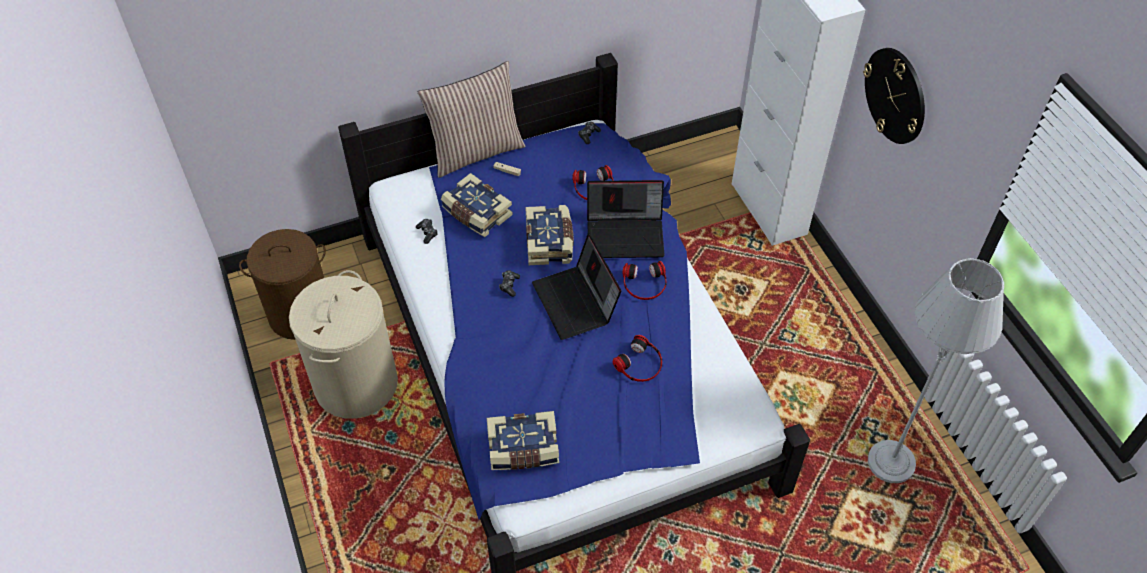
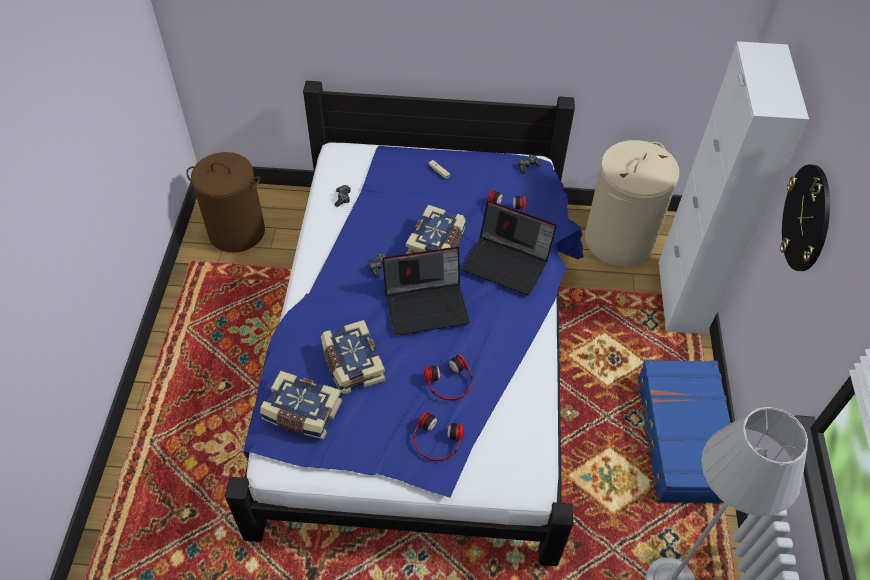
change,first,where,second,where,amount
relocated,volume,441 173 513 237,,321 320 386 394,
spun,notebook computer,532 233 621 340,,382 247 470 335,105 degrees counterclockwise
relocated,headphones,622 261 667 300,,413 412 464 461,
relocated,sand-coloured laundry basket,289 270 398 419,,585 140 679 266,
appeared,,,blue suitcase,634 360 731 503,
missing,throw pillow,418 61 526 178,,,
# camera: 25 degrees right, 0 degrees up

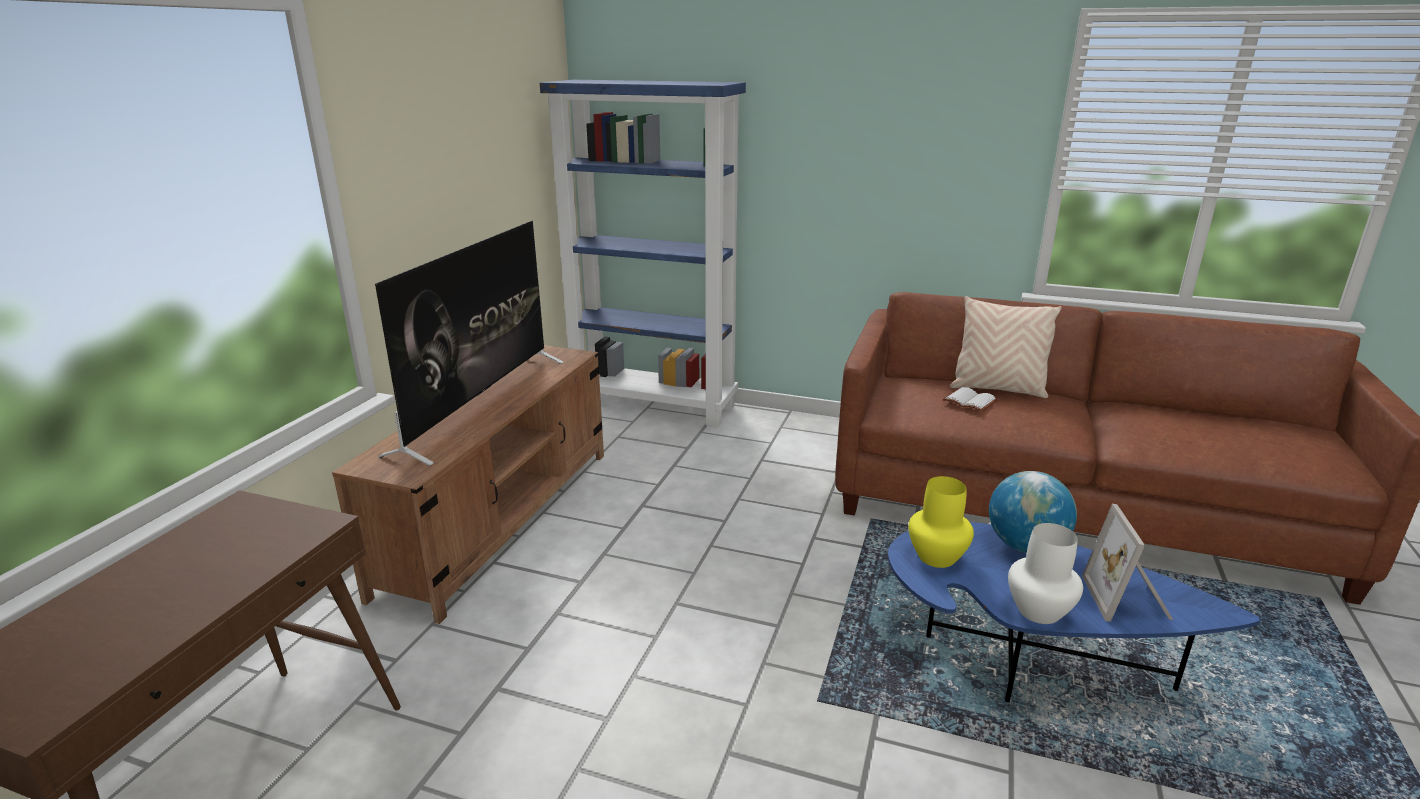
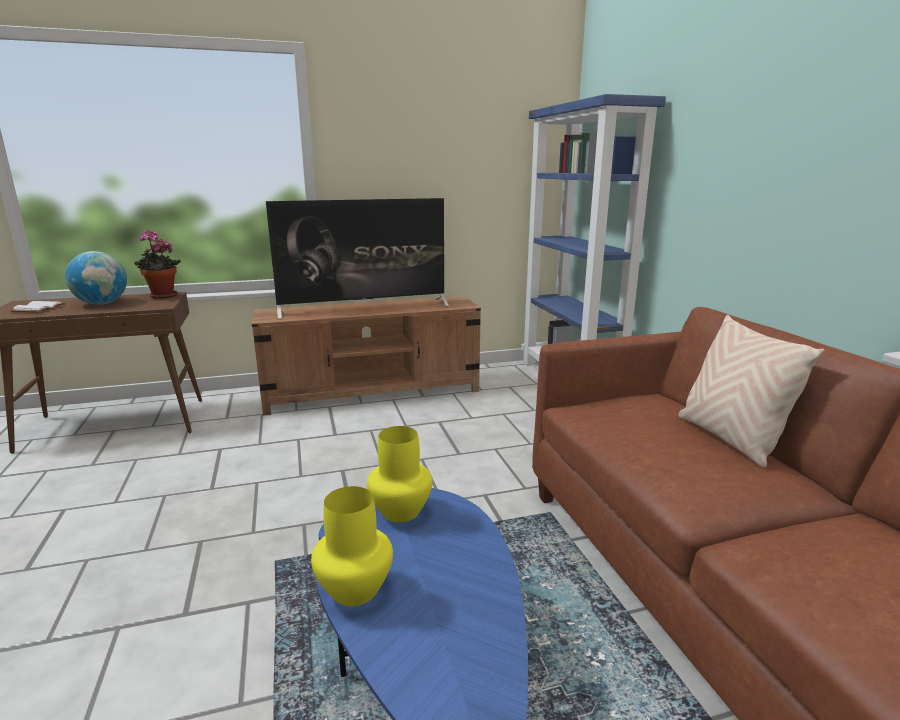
change,first,where,second,where,amount
relocated,white-coloured volume,943 387 998 412,,11 301 65 312,
relocated,desk globe,989 471 1077 553,,65 251 127 305,
appeared,,,plant in a pot,134 230 181 299,
colour,white-coloured flower vase,1008 523 1083 624,yellowish flower vase,311 486 393 606,
missing,picture frame,1082 504 1173 622,,,
# camera: 55 degrees right, 5 degrees down

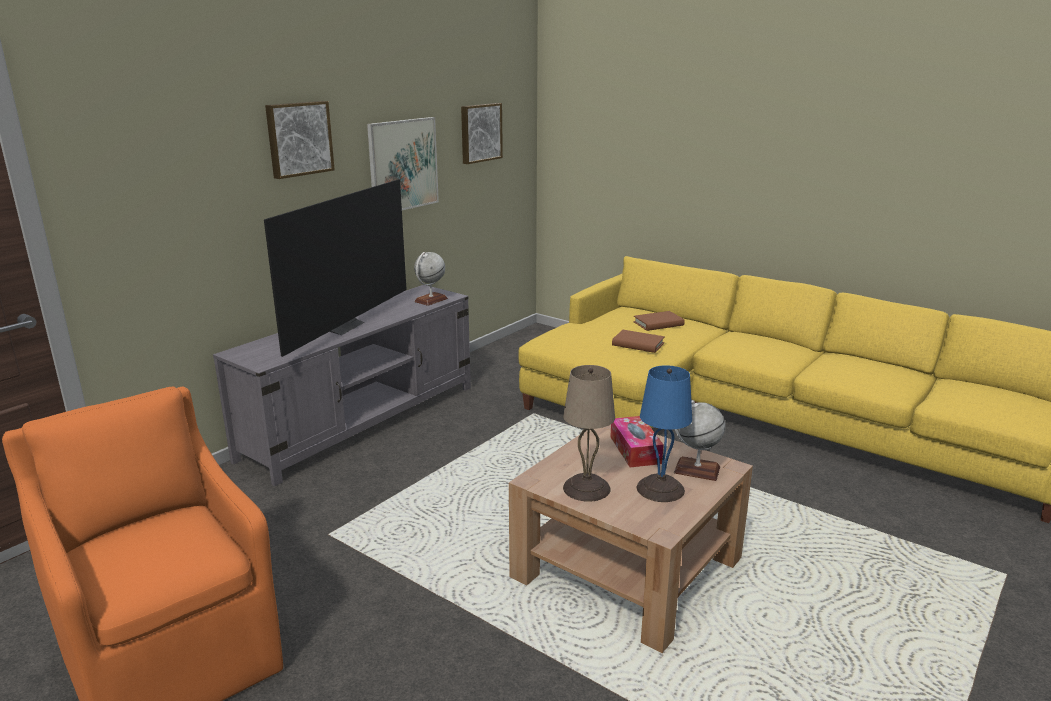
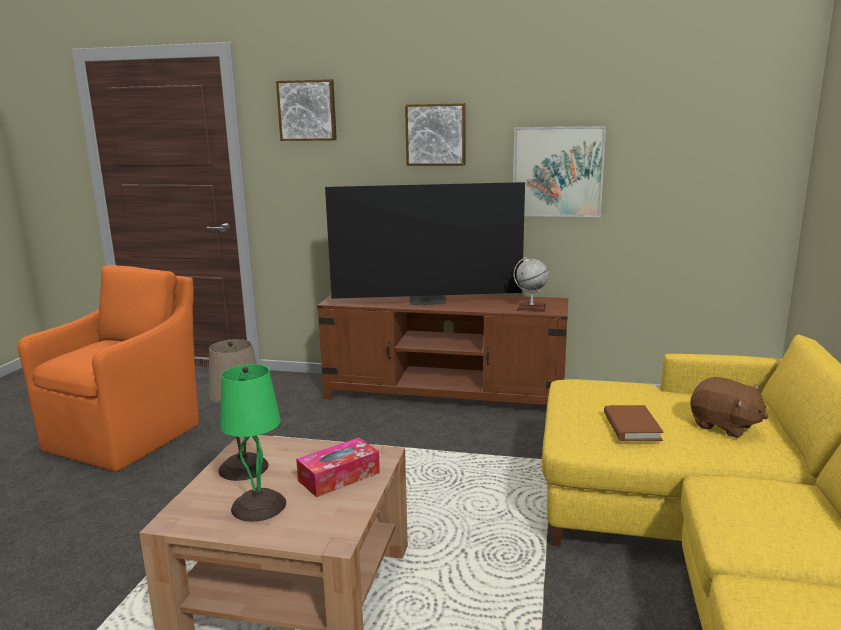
change,first,where,second,where,amount
colour,blue lamp for a table,637 365 692 502,greenish lamp for a table,220 364 286 522,
relocated,picture,461 103 503 164,,276 79 337 141,
colour,greyish tv stand,213 285 471 486,brown-coloured tv stand,317 294 568 405,
exchanged,brown-coloured volume,633 311 685 331,brown-coloured plush toy,690 377 768 438,
missing,desk globe,674 400 725 481,,,
# camera: 65 degrees right, 5 degrees down

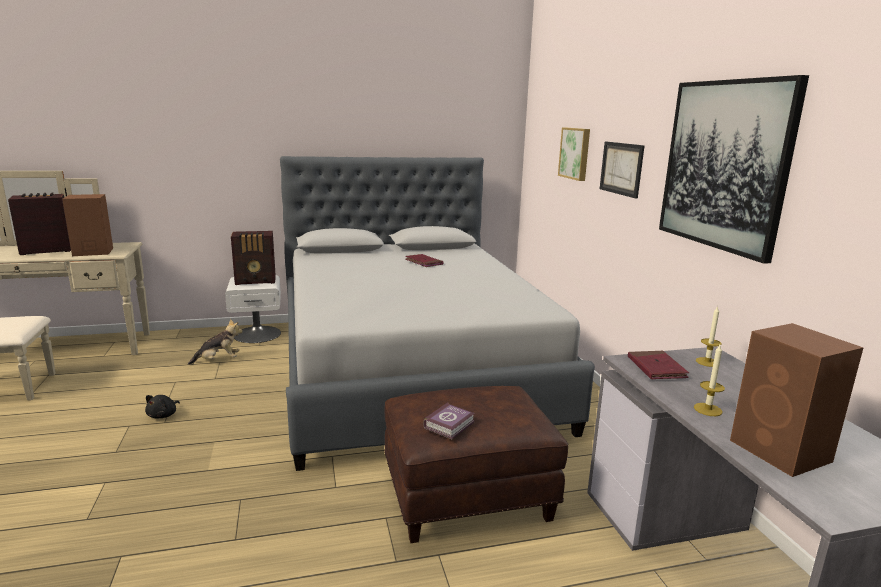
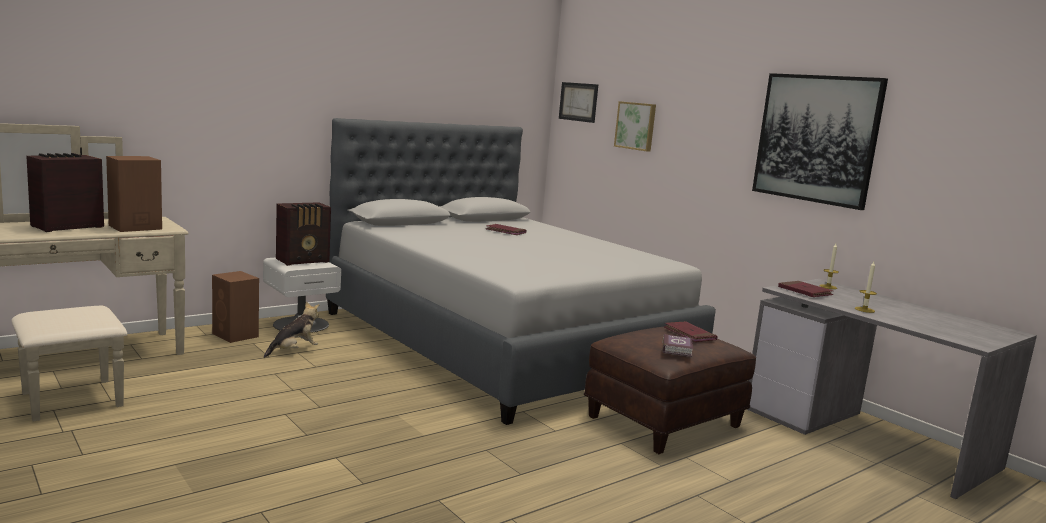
change,first,where,second,where,amount
relocated,brown-coloured audio speaker,730 323 863 477,,212 271 259 343,
relocated,picture,600 141 645 199,,559 82 598 123,
appeared,,,reddish volume,664 321 718 342,
missing,blackish plush toy,145 395 180 418,,,
# camera: 25 degrees left, 5 degrees down

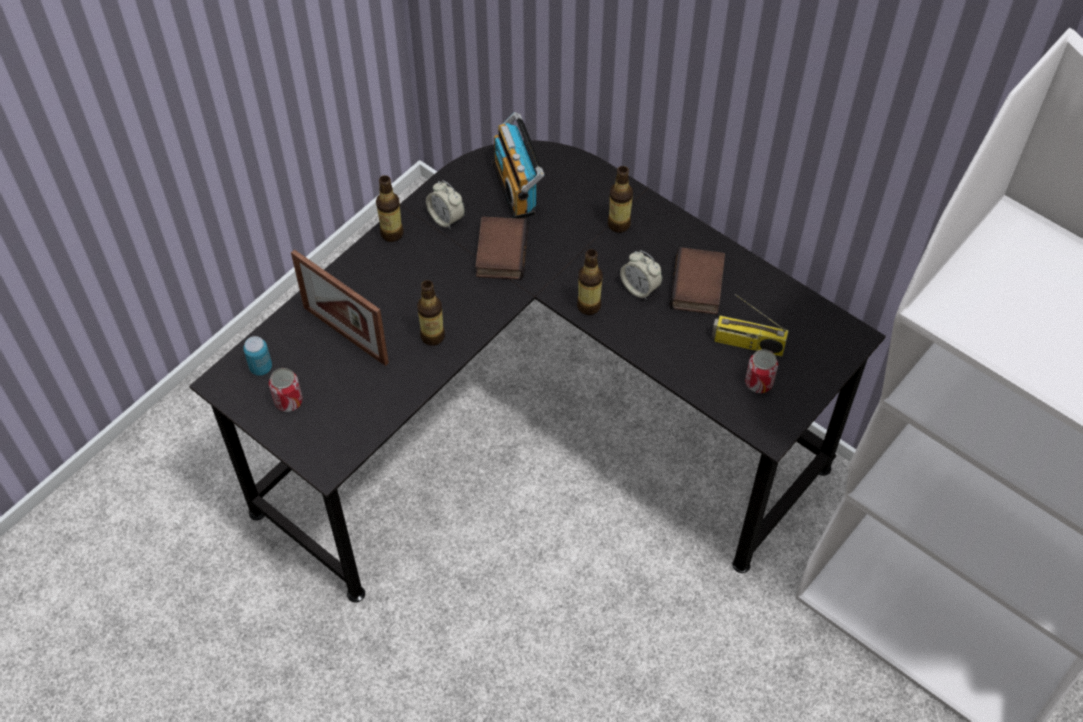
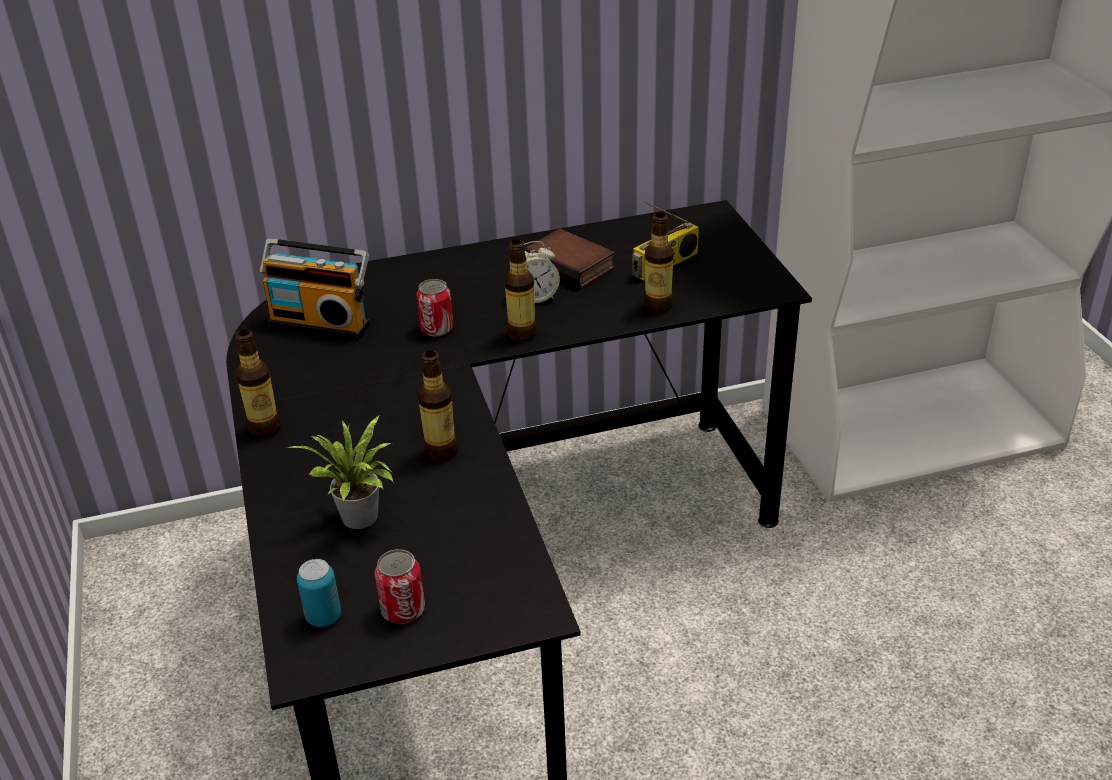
change,first,where,second,where,amount
exchanged,picture frame,291 249 389 366,plant in a pot,287 415 394 529,
relocated,can,745 349 778 393,,416 279 453 336,
relocated,beverage bottle,608 166 633 233,,644 213 674 313,
missing,table clock,426 180 465 230,,,
missing,volume,475 216 529 280,,,
# camera: 55 degrees left, 20 degrees down

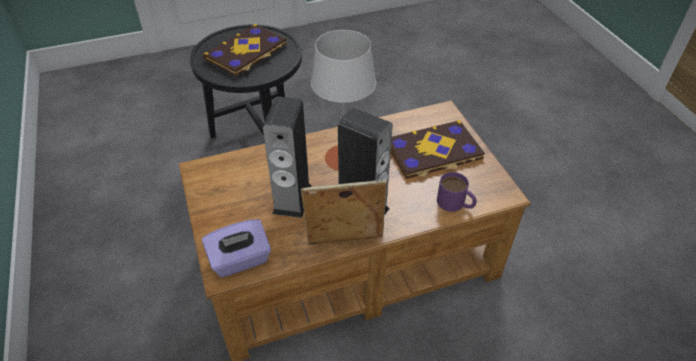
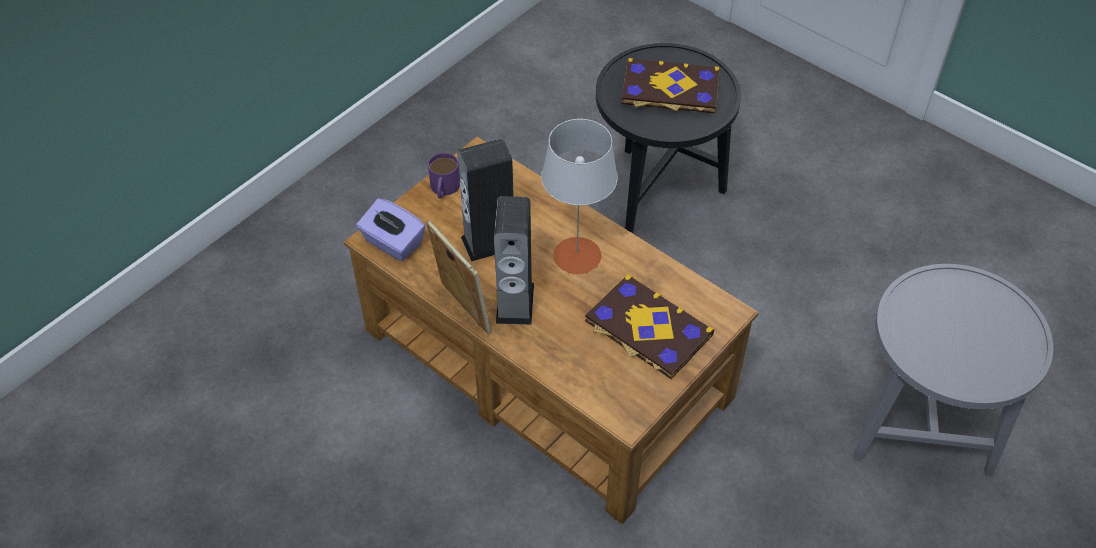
change,first,where,second,where,amount
relocated,purple-coloured tea mug,437 172 477 212,,428 153 460 199,
appeared,,,greyish accent table,853 264 1053 476,
# camera: 60 degrees right, 5 degrees up

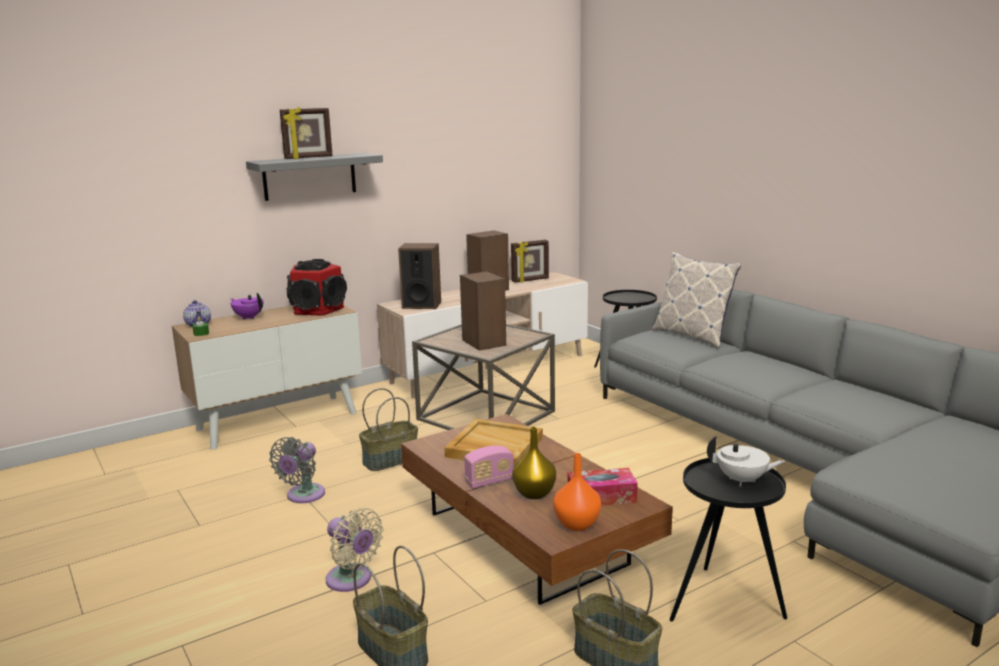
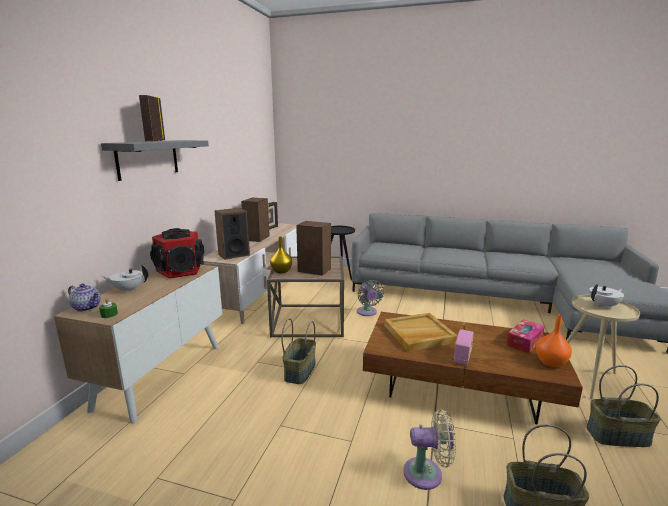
change,first,where,second,where,amount
colour,purple-coloured teapot,231 293 264 320,white-coloured teapot,102 265 148 293,
spun,picture frame,280 107 333 159,,139 95 165 141,150 degrees clockwise
relocated,yellowish flower vase,512 427 556 499,,270 237 292 274,
relocated,greyish fan,269 437 325 503,,357 280 384 316,
colour,blackish accent table,670 458 787 621,sand-coloured accent table,566 295 640 400,
missing,throw pillow,652 252 741 348,,,
# camera: 40 degrees left, 0 degrees up

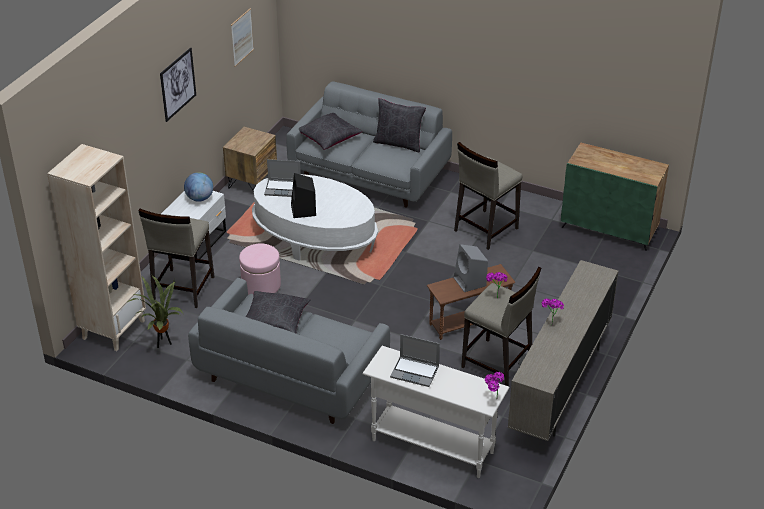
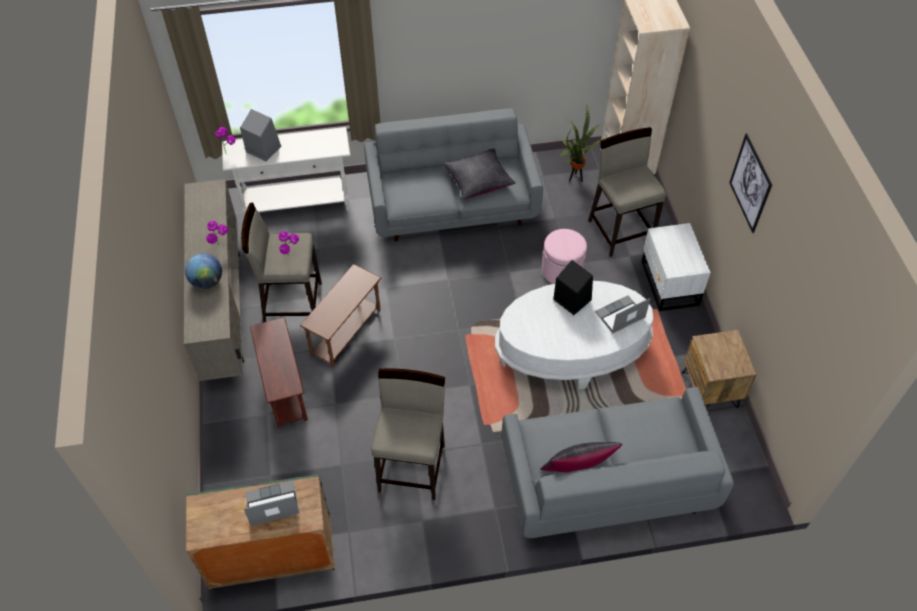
change,first,where,second,where,amount
relocated,desk globe,184 172 213 202,,185 253 222 289,
relocated,greyish audio speaker,453 244 488 292,,240 109 281 161,
relocated,notebook computer,390 334 440 387,,244 480 299 526,
appeared,,,brown-coloured accent table,250 318 308 428,
missing,picture,231 8 254 67,,,
missing,blackish throw pillow,299 113 363 150,,,
# camera: 145 degrees right, 15 degrees up

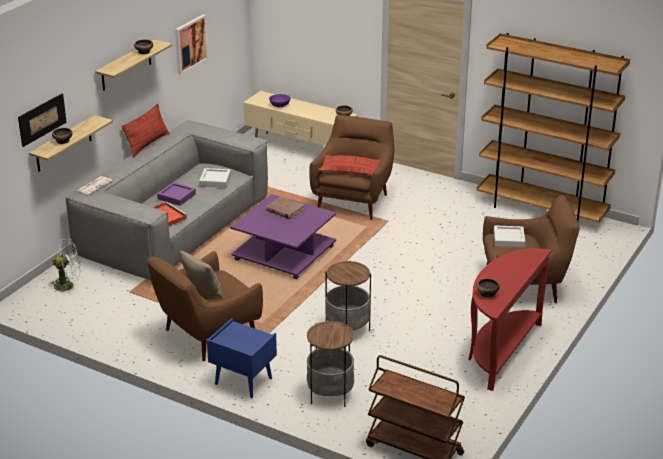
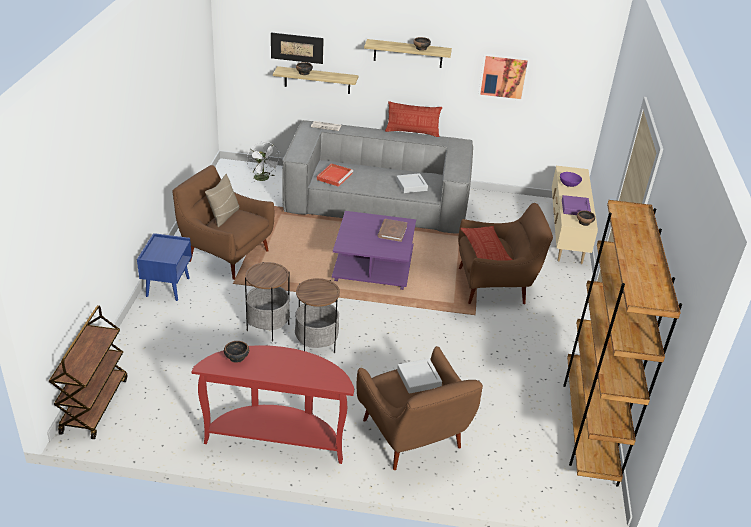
change,first,where,second,where,amount
relocated,accent table,307 321 354 407,,295 278 340 353,
relocated,purple-coloured carrying tray,157 182 196 206,,562 195 591 215,
# camera: 65 degrees right, 5 degrees up

